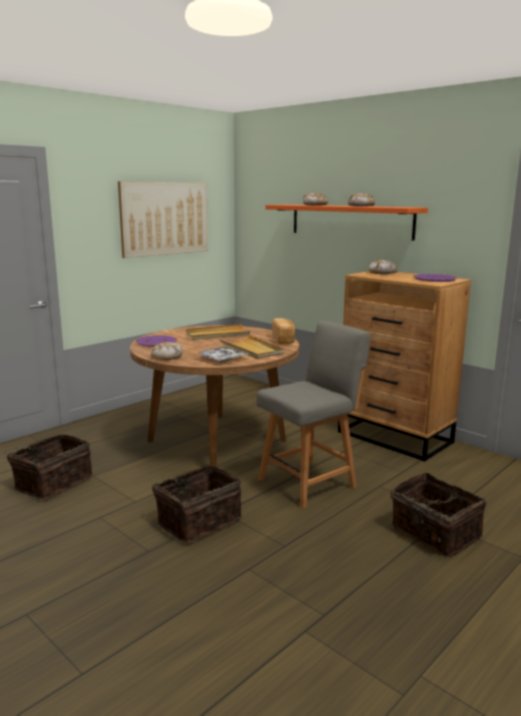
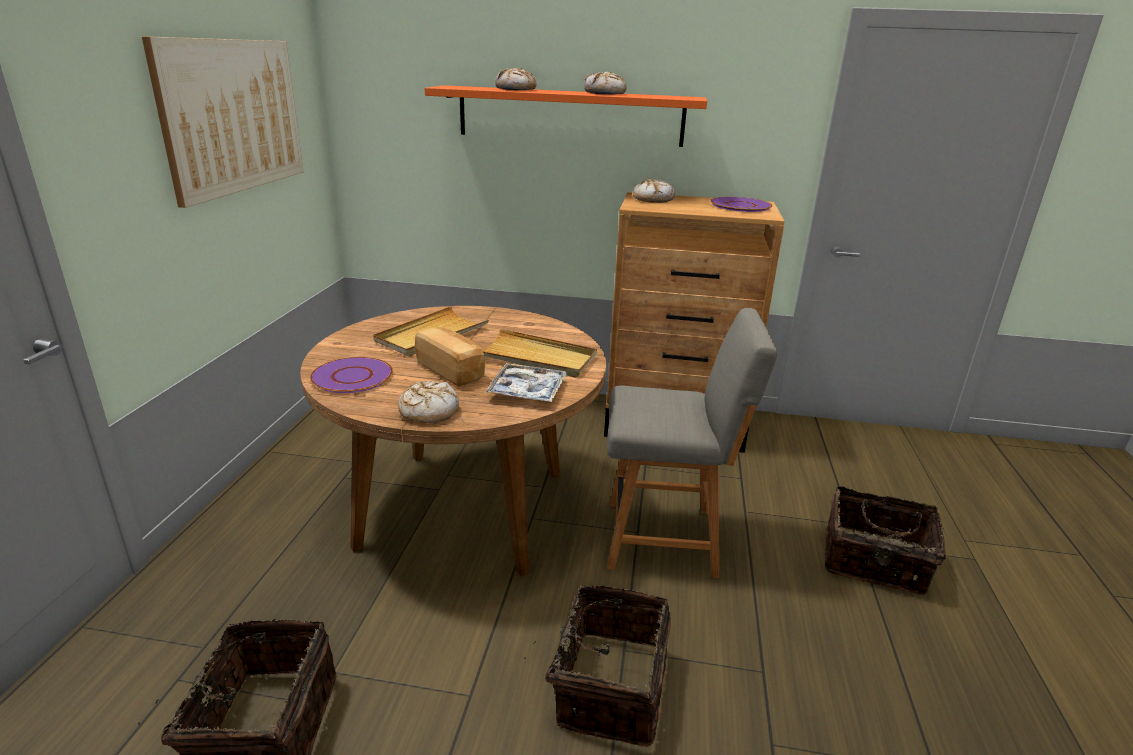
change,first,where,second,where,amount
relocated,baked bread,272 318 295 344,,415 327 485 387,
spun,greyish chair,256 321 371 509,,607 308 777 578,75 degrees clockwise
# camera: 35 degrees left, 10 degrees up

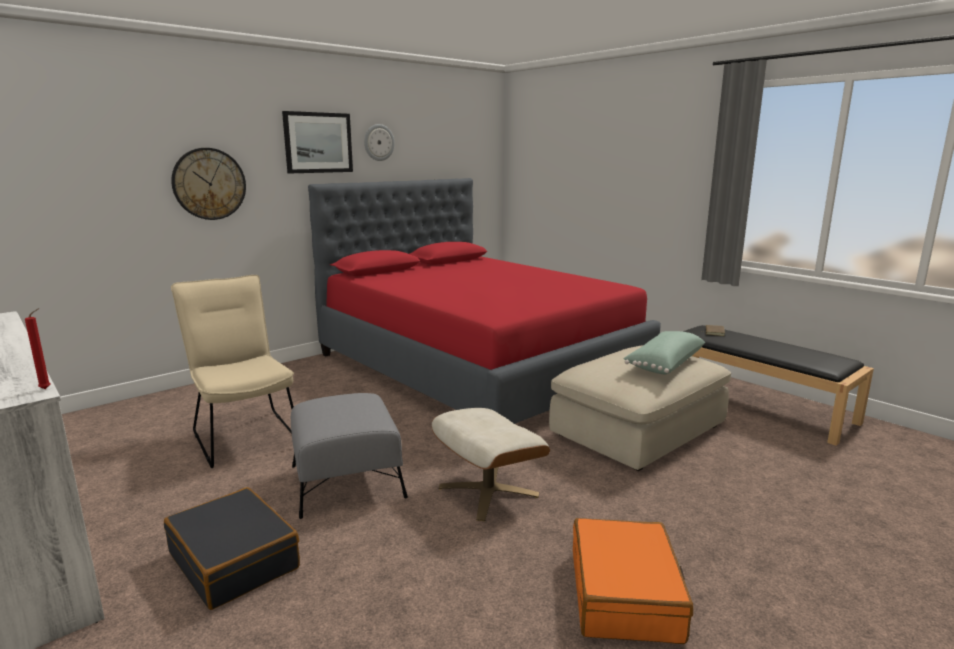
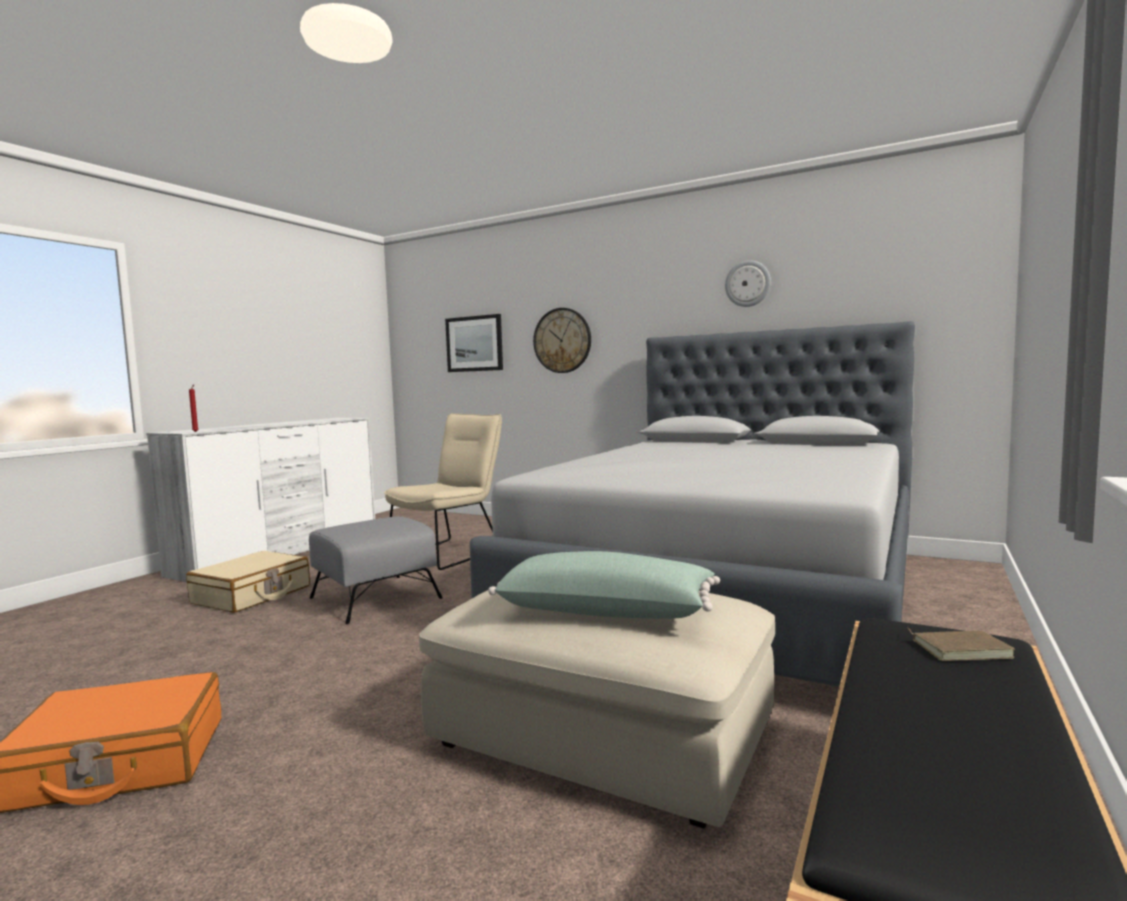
change,first,where,second,where,amount
colour,blackish suitcase,164 487 300 610,sand-coloured suitcase,186 551 310 613,
relocated,picture,282 111 353 173,,445 314 503 372,
colour,reddish sleeping bed,308 178 661 424,greyish sleeping bed,470 321 915 687,
missing,sand-coloured footrest,432 408 550 521,,,
# camera: 70 degrees right, 10 degrees down

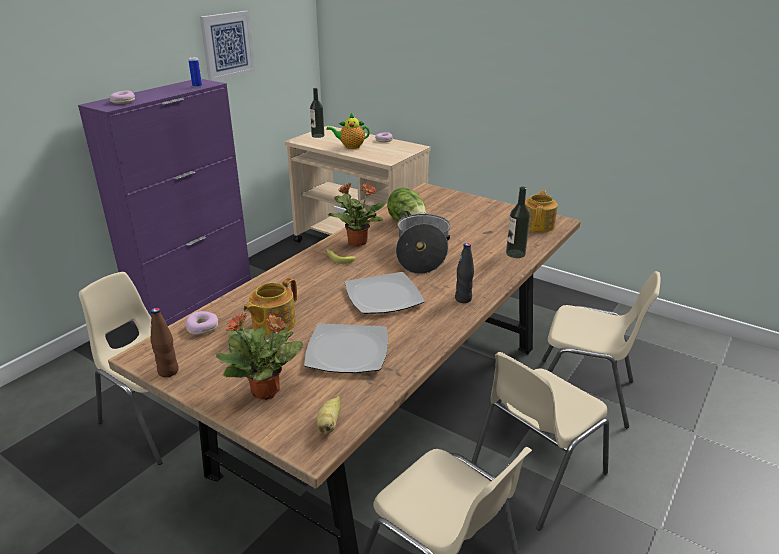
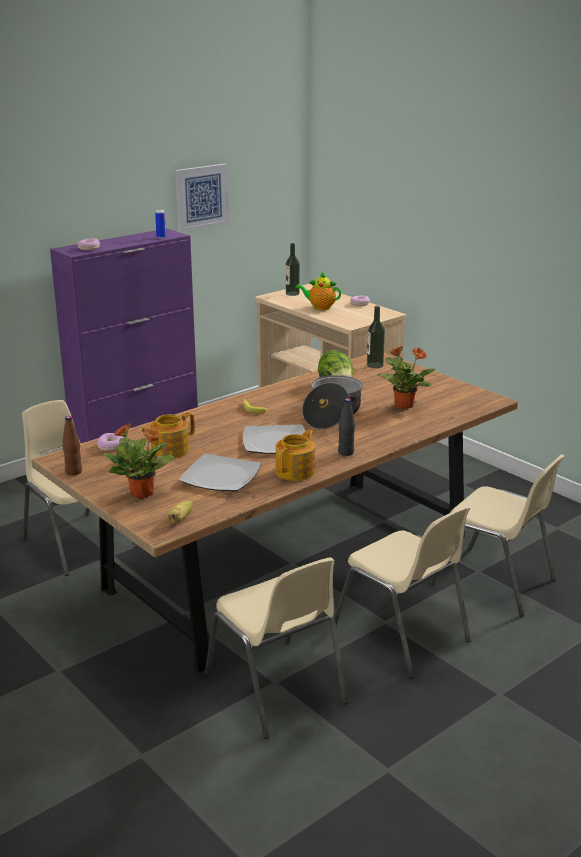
change,first,where,second,where,amount
relocated,teapot,525 190 558 232,,275 429 315 481,
spun,sand-coloured chair,471 352 609 531,,335 506 471 678,105 degrees counterclockwise
relocated,beverage bottle,506 187 530 258,,367 306 385 368,
relocated,plant in a pot,328 183 386 247,,377 346 435 409,
# camera: 15 degrees right, 5 degrees down

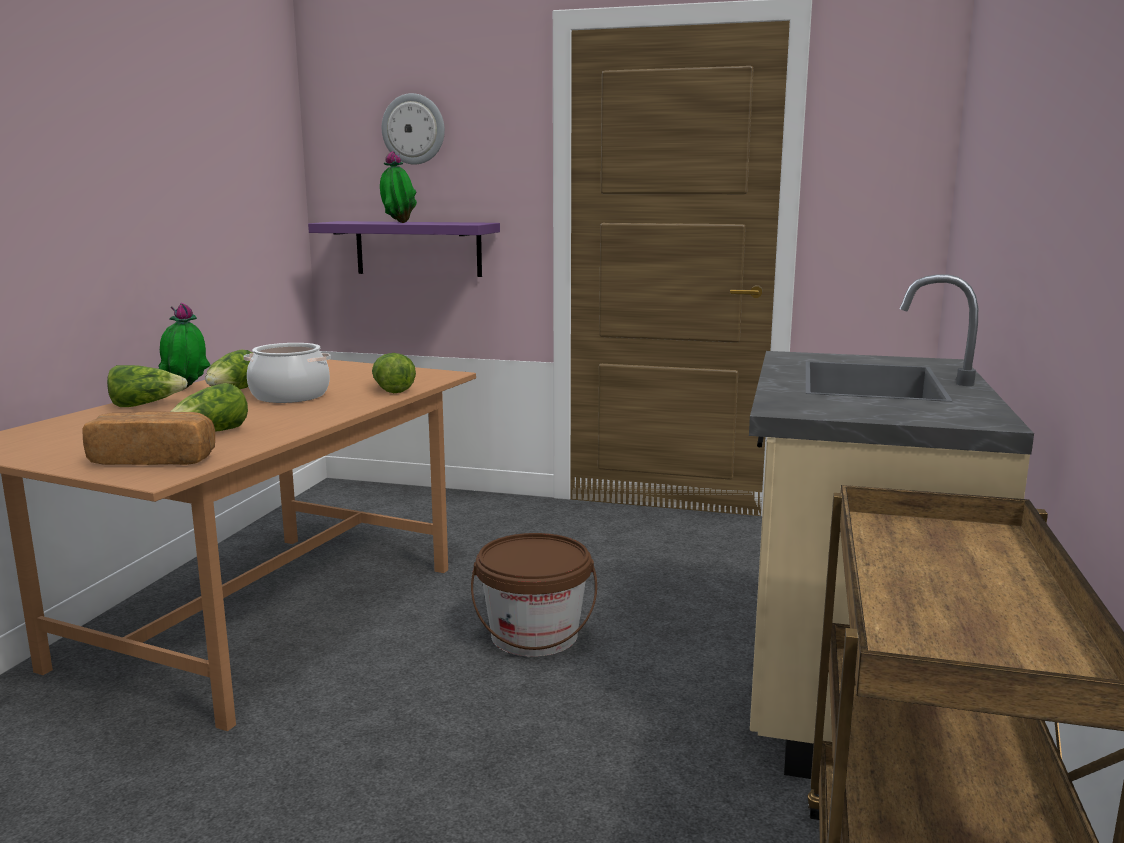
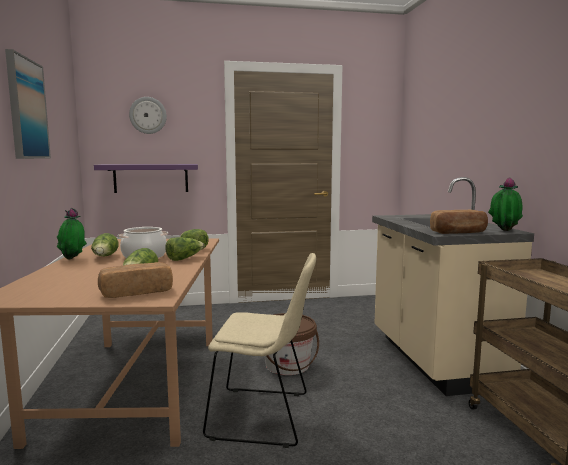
change,first,where,second,where,amount
appeared,,,picture,5 49 51 159,
relocated,head of lettuce,107 365 188 407,,165 237 204 261,
appeared,,,sand-coloured chair,203 253 316 448,
appeared,,,baked bread,430 210 488 234,
relocated,plant in a pot,380 151 417 223,,488 177 523 231,
# camera: 25 degrees left, 5 degrees down

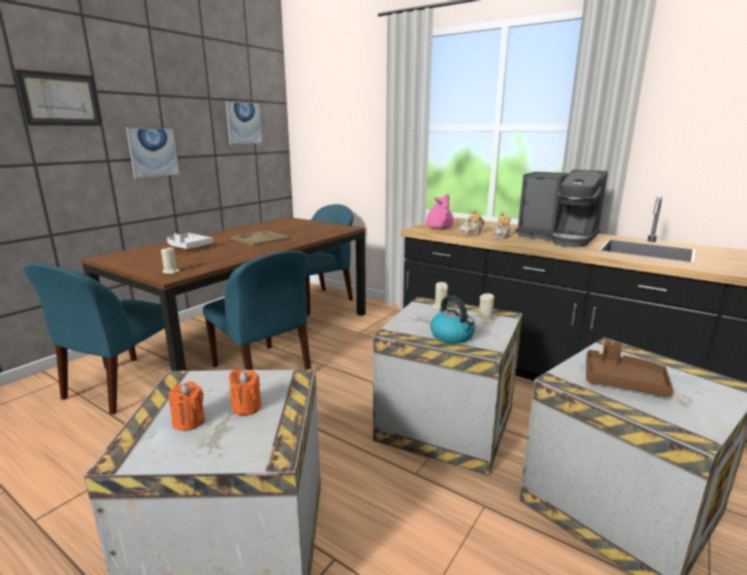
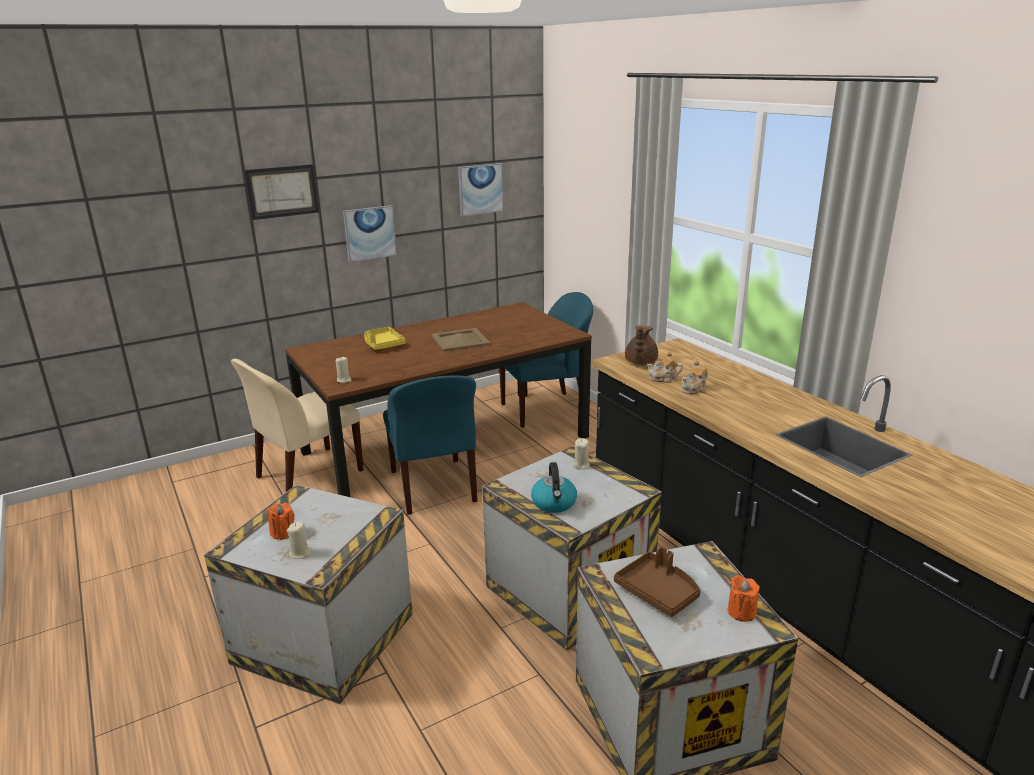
change,first,where,second,where,amount
colour,blue chair,24 263 164 414,sand-coloured chair,231 359 363 492,
relocated,sand-coloured wax light,476 293 494 323,,287 522 312 559,
colour,greyish carrying tray,167 233 213 249,yellowish carrying tray,364 327 406 350,
colour,pink teapot,426 194 453 229,brown-coloured teapot,625 325 658 365,
relocated,orange wax light,228 369 262 416,,728 575 760 622,
missing,coffee brewer,515 169 608 247,,,
# camera: 25 degrees right, 5 degrees up

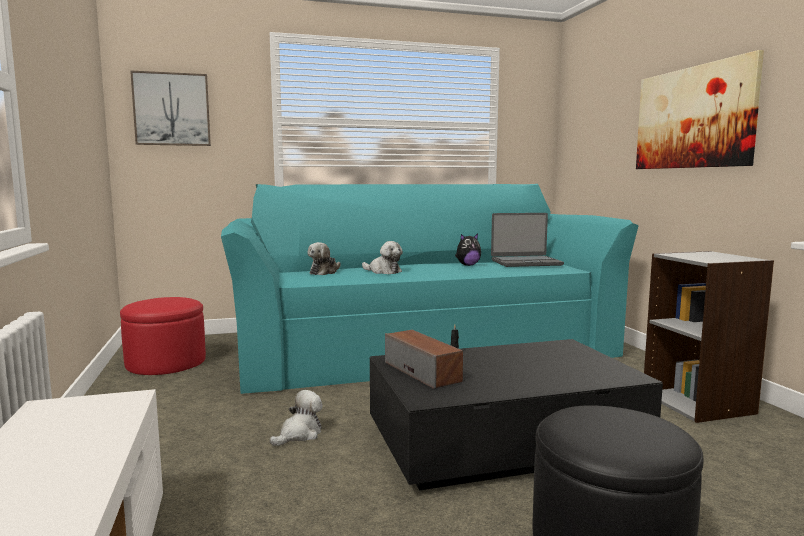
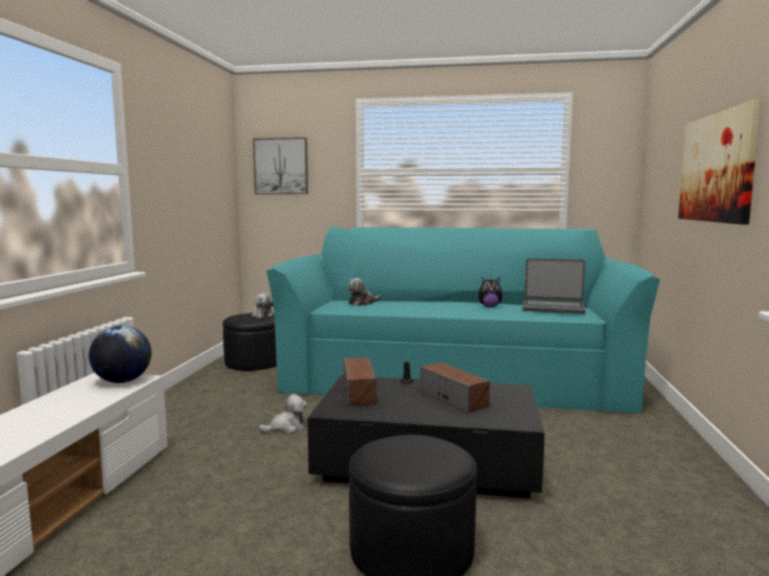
change,first,where,second,where,amount
appeared,,,desk globe,89 326 152 383,
colour,reddish footrest,120 297 206 375,blackish footrest,223 313 277 371,
relocated,plush toy,362 241 403 274,,252 293 274 318,
appeared,,,audio speaker,420 362 490 413,
missing,greyish shelving unit,644 251 774 423,,,
# camera: 25 degrees right, 0 degrees up

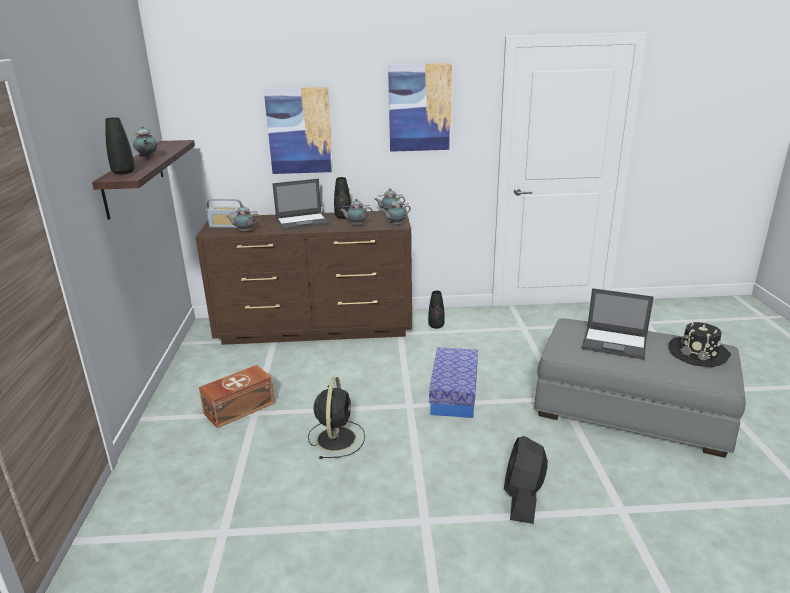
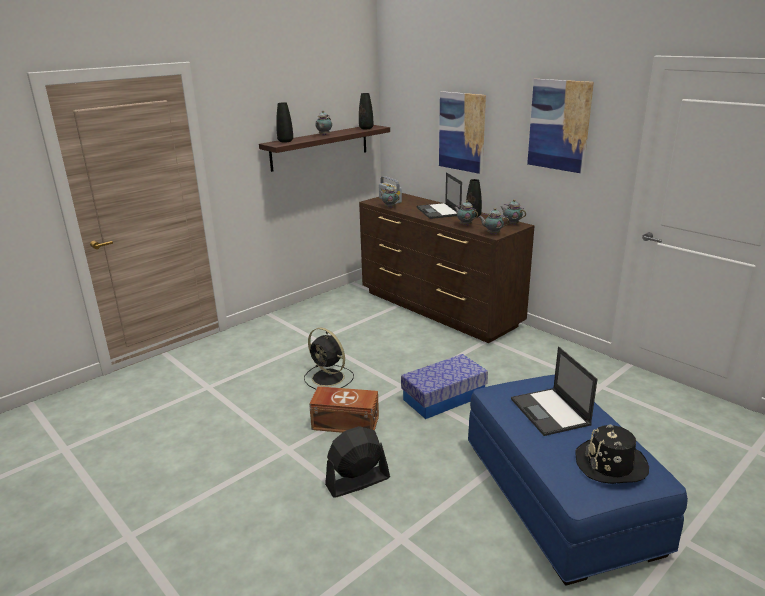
change,first,where,second,where,amount
spun,blackish fan,308 377 365 459,,304 328 354 389,75 degrees clockwise
relocated,brown-coloured storage container,199 365 275 428,,309 386 379 433,
relocated,blackish flower vase,428 291 445 329,,359 93 373 129,
spun,notebook computer,272 179 330 231,,417 172 462 219,45 degrees clockwise
colour,greyish footrest,534 318 746 458,blue footrest,468 375 688 585,
# camera: 50 degrees right, 0 degrees up

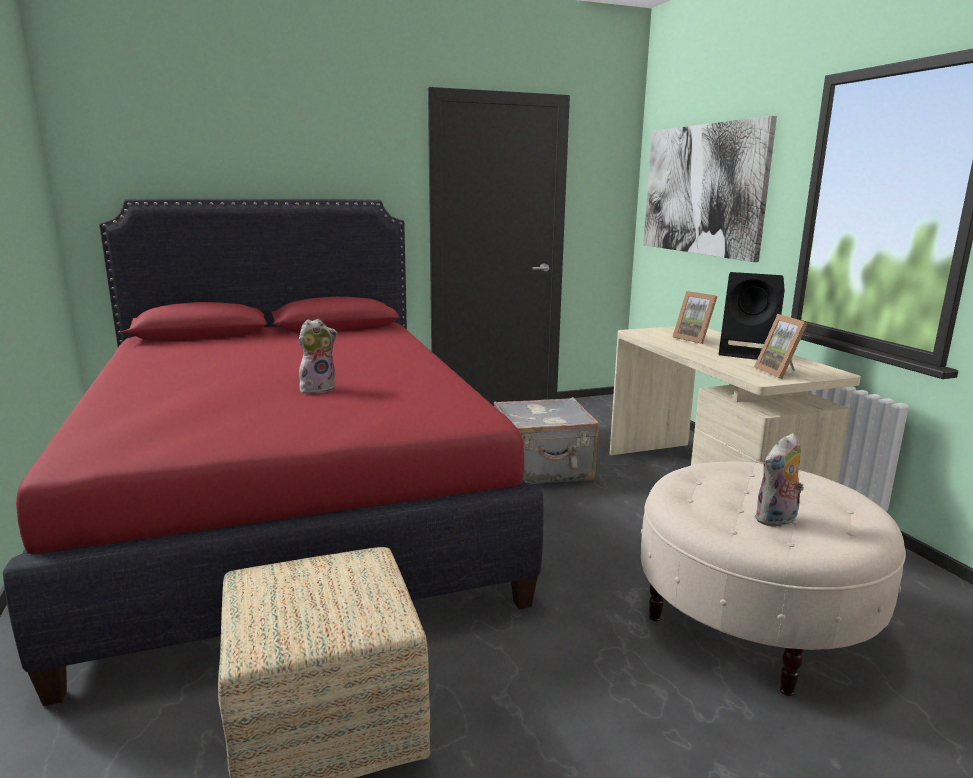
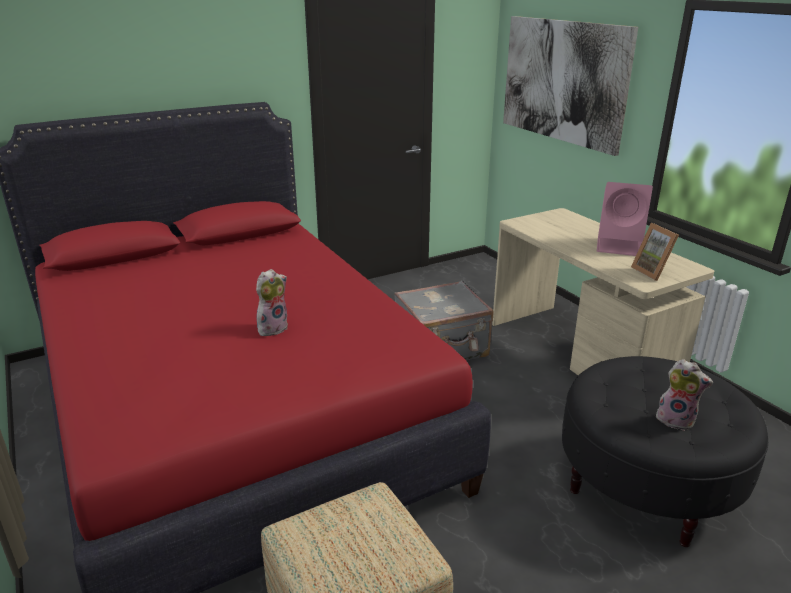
change,first,where,second,where,amount
colour,sand-coloured footrest,641 462 906 696,blackish footrest,562 356 768 547,
colour,blackish audio speaker,719 272 785 360,pink audio speaker,597 182 653 256,
spun,plush toy,754 433 804 528,,656 359 713 431,105 degrees counterclockwise
missing,picture frame,673 291 718 344,,,
# camera: 10 degrees left, 10 degrees up

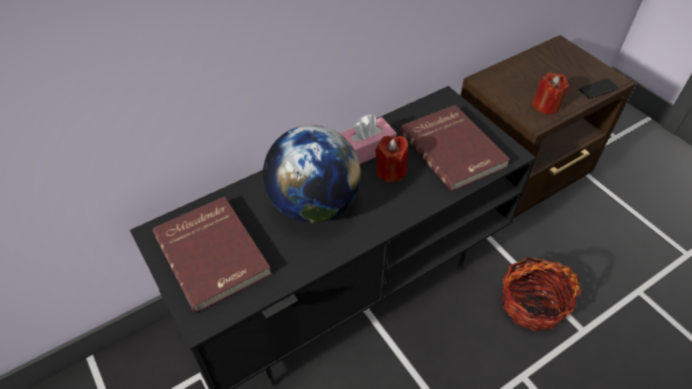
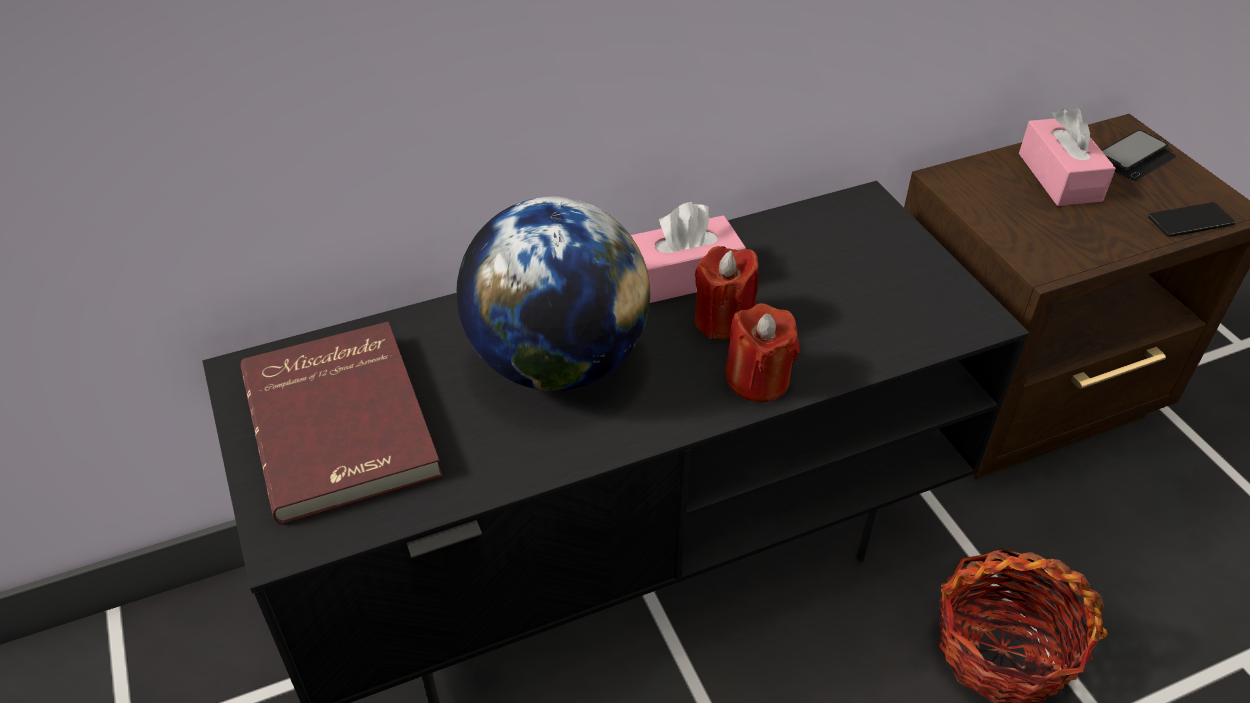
change,first,where,second,where,amount
relocated,reddish wax light,532 72 569 115,,725 303 800 402,
appeared,,,pink tissue box,1019 108 1116 206,
appeared,,,telephone,1101 130 1176 181,
missing,reddish volume,400 105 510 191,,,
# camera: 10 degrees right, 5 degrees down

